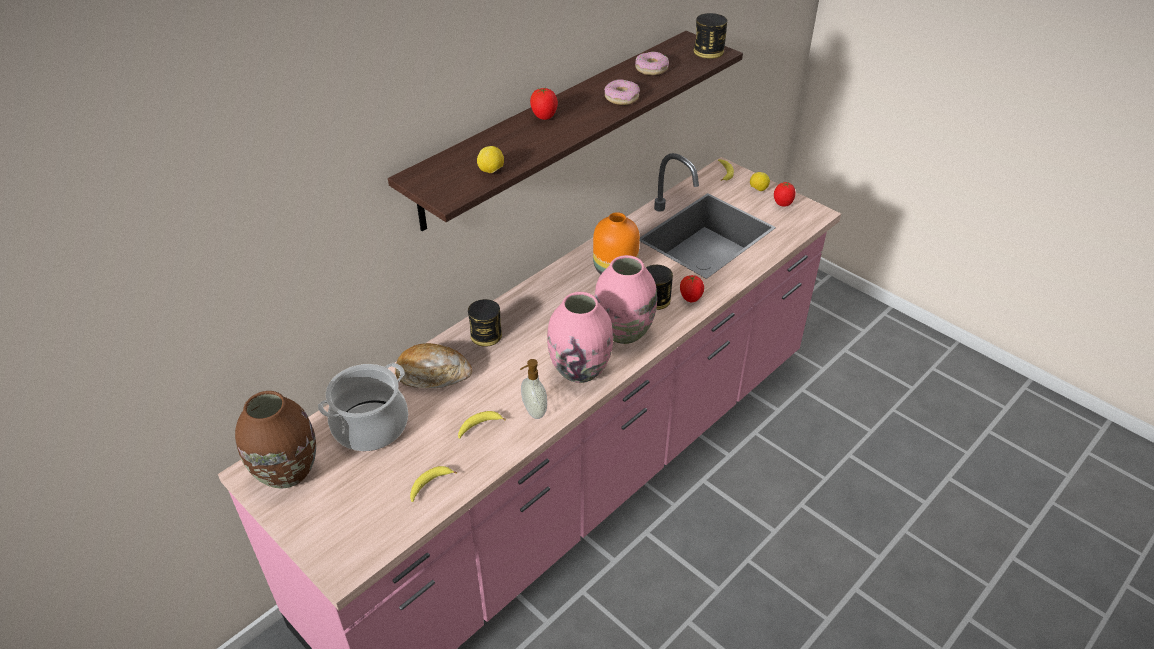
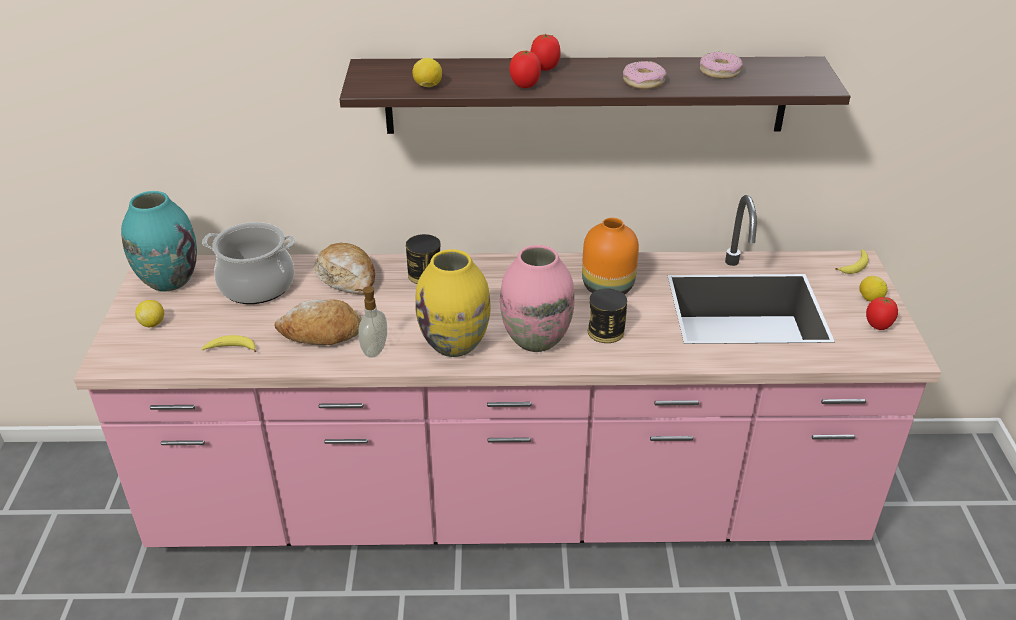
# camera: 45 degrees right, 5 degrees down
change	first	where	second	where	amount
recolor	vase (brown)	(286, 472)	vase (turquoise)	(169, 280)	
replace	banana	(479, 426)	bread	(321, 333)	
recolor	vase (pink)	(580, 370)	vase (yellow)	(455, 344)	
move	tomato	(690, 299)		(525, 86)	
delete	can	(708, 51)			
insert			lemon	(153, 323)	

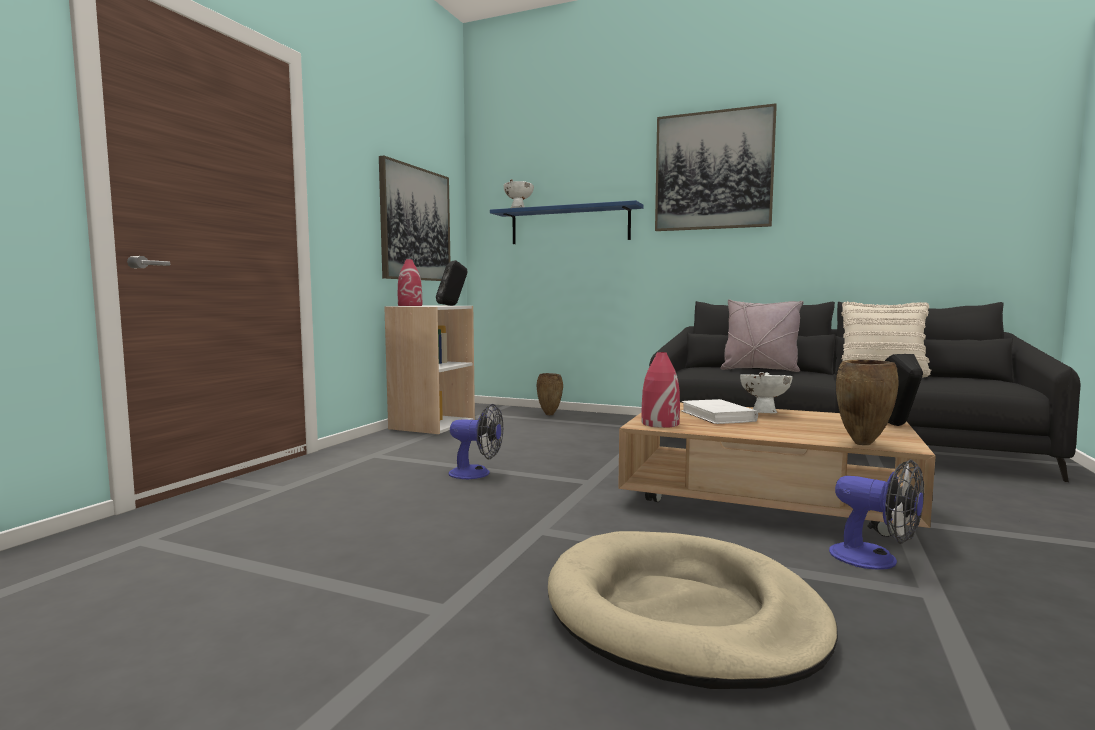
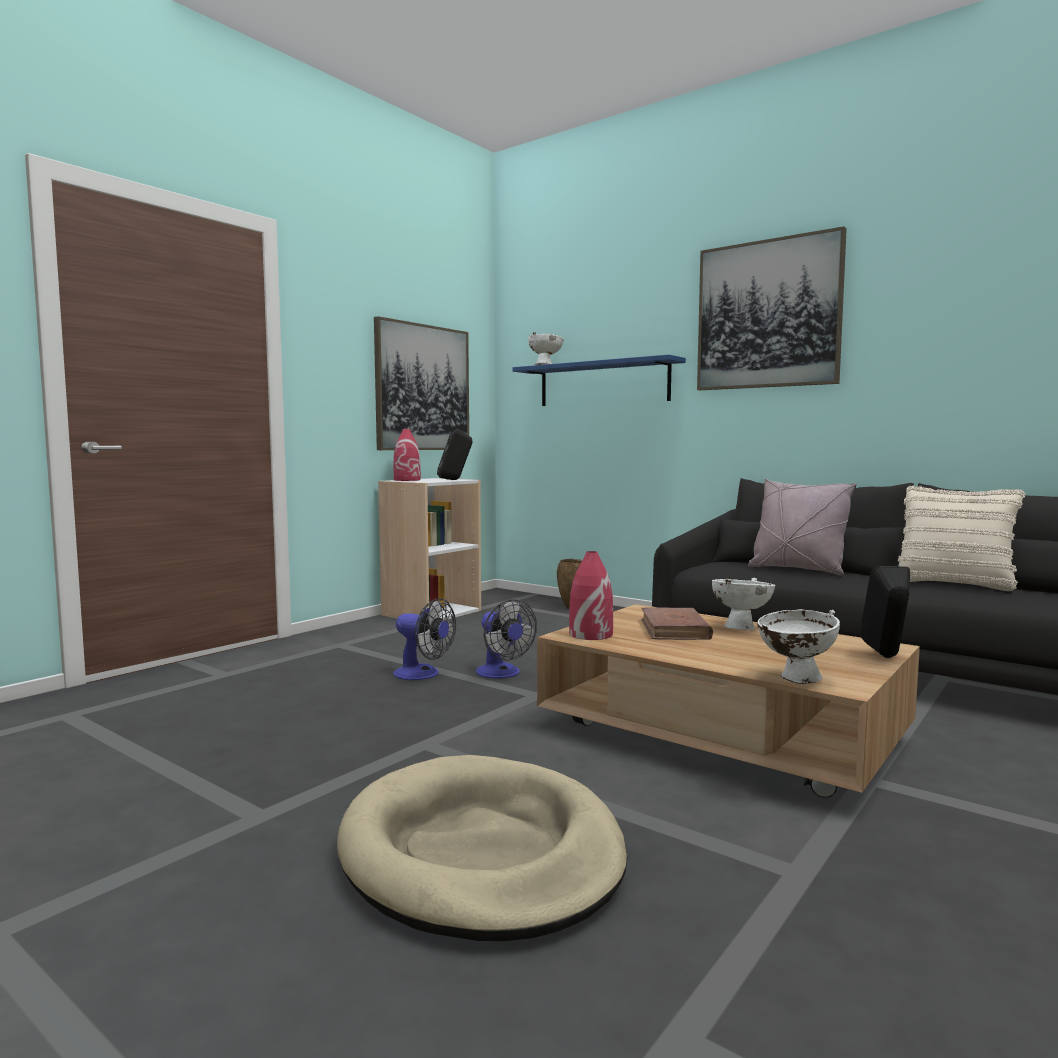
# camera: 15 degrees right, 0 degrees up
change	first	where	second	where	amount
recolor	book (white)	(717, 416)	book (brown)	(674, 629)	
move	fan	(875, 560)		(502, 674)	
replace	vase (brown)	(862, 444)	bowl (white)	(794, 679)	

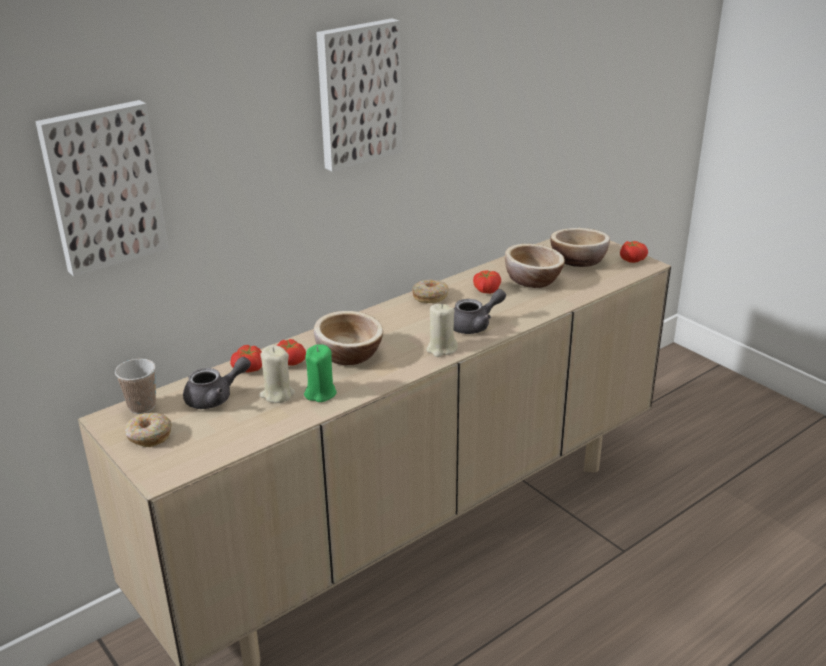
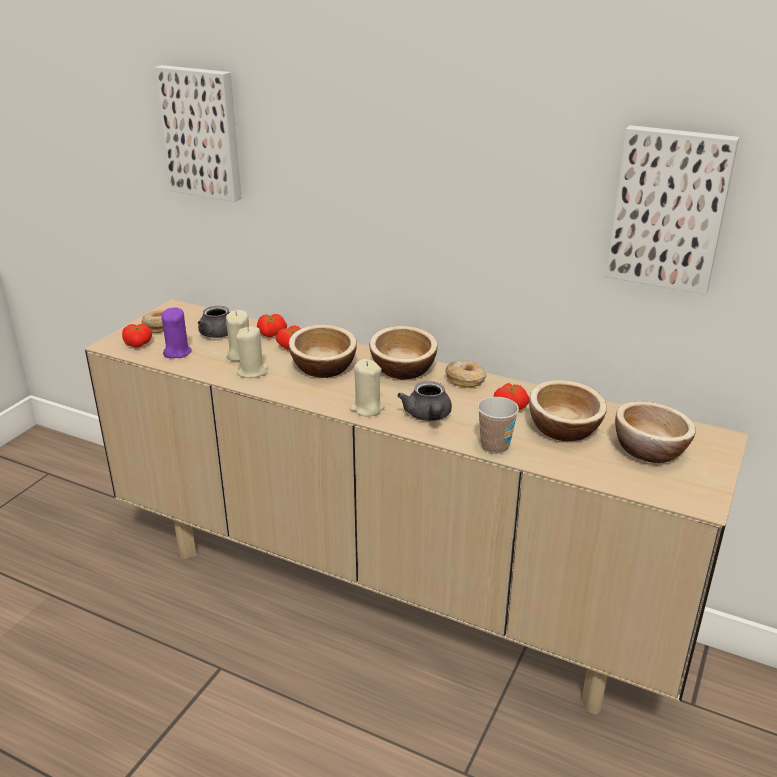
# camera: 65 degrees right, 0 degrees up
change	first	where	second	where	amount
move	cup	(142, 406)		(495, 446)	
recolor	candle (green)	(320, 393)	candle (beige)	(252, 372)	
move	picture	(357, 94)		(670, 208)	
rotate	teapot (grey)	(475, 325)		(428, 416)	45 degrees clockwise
move	tomato	(631, 259)		(139, 344)	
insert			candle (purple)	(177, 352)	
insert			bowl	(403, 369)	

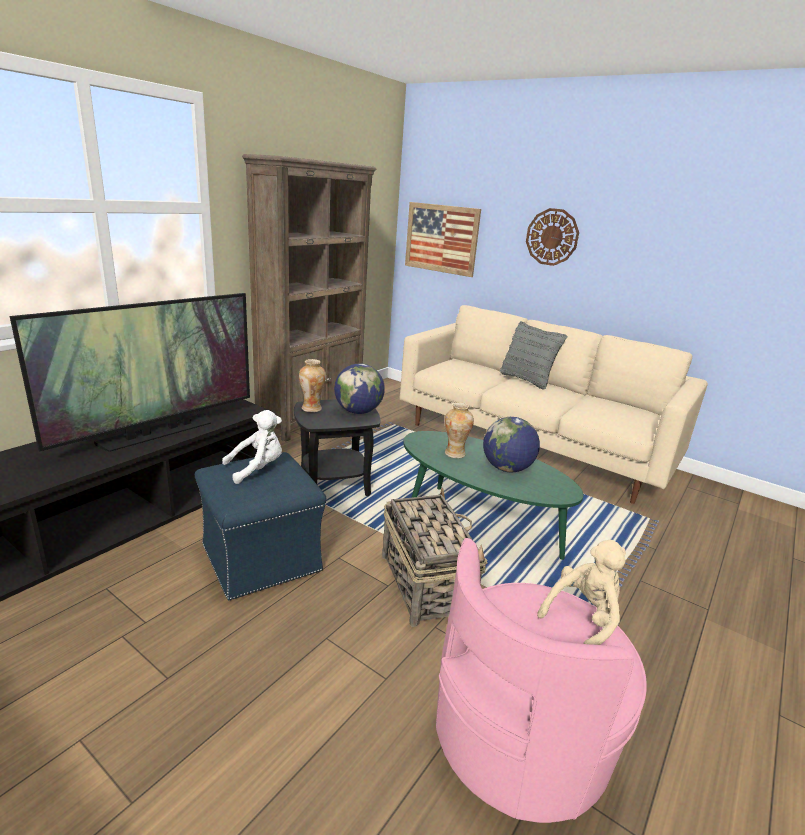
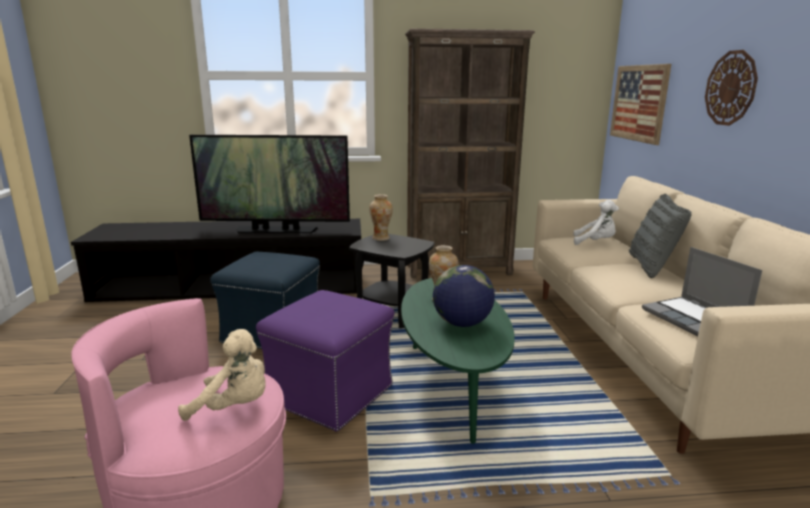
# camera: 50 degrees right, 5 degrees down
change	first	where	second	where	amount
move	plush toy (white)	(257, 469)		(595, 242)	
delete	globe	(358, 412)			
replace	basket	(425, 582)	ottoman (purple)	(331, 393)	
insert			laptop	(695, 320)	

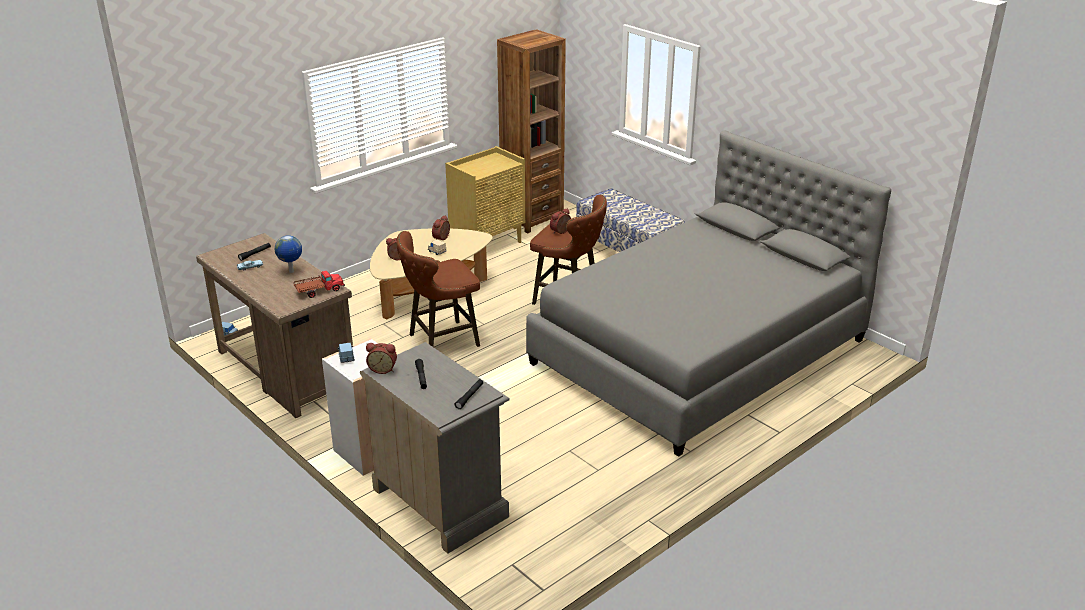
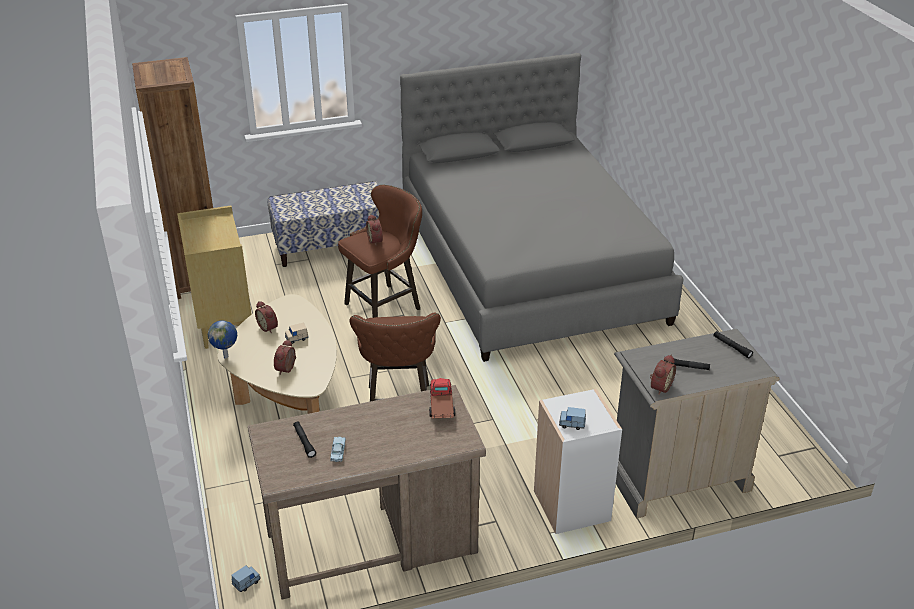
# camera: 65 degrees left, 5 degrees up
change	first	where	second	where	amount
move	globe	(291, 272)		(226, 356)	

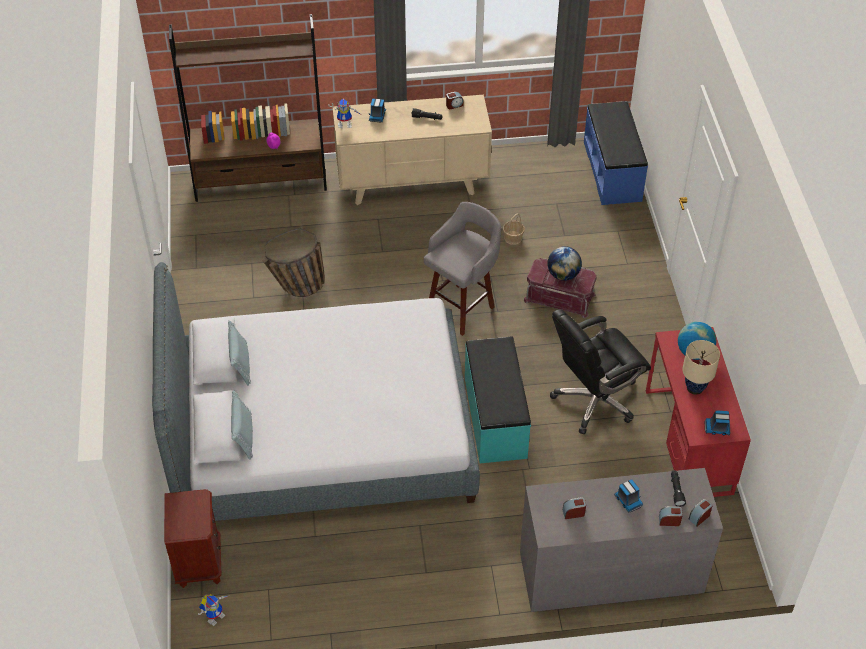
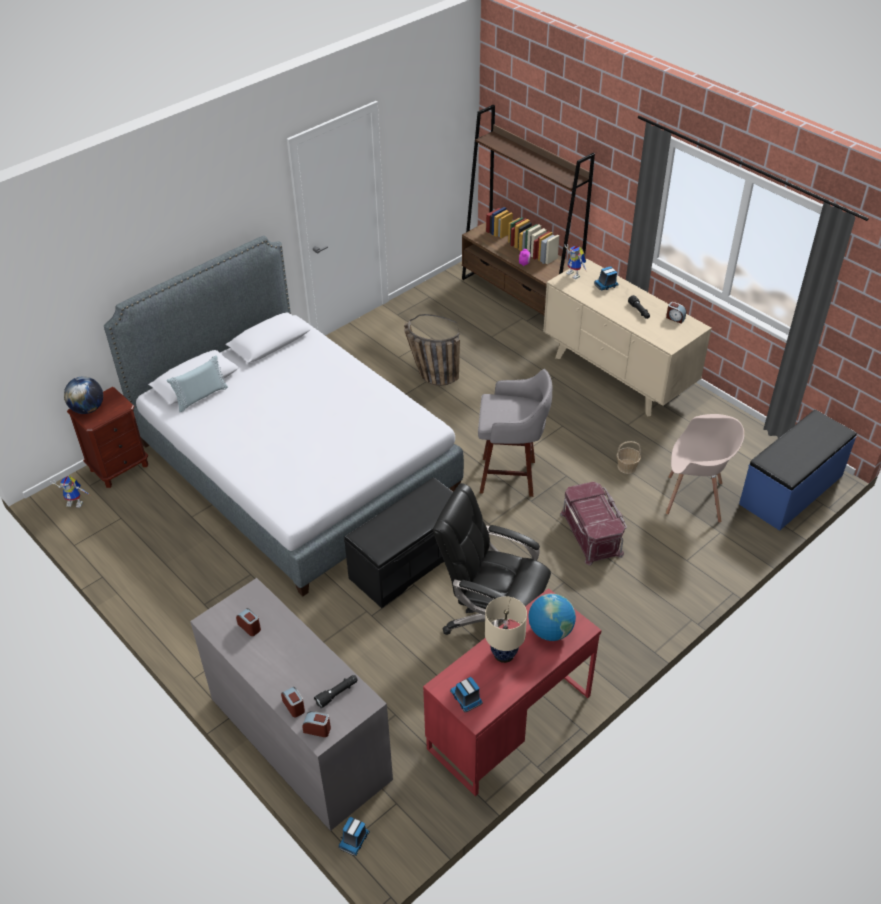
# camera: 55 degrees right, 5 degrees down
change	first	where	second	where	amount
delete	pillow (blue)	(240, 364)			
recolor	bench (turquoise)	(494, 417)	bench (black)	(408, 561)	
move	globe	(563, 275)		(88, 409)	
move	toy truck	(628, 500)		(354, 839)	
insert			chair (beige)	(695, 499)	

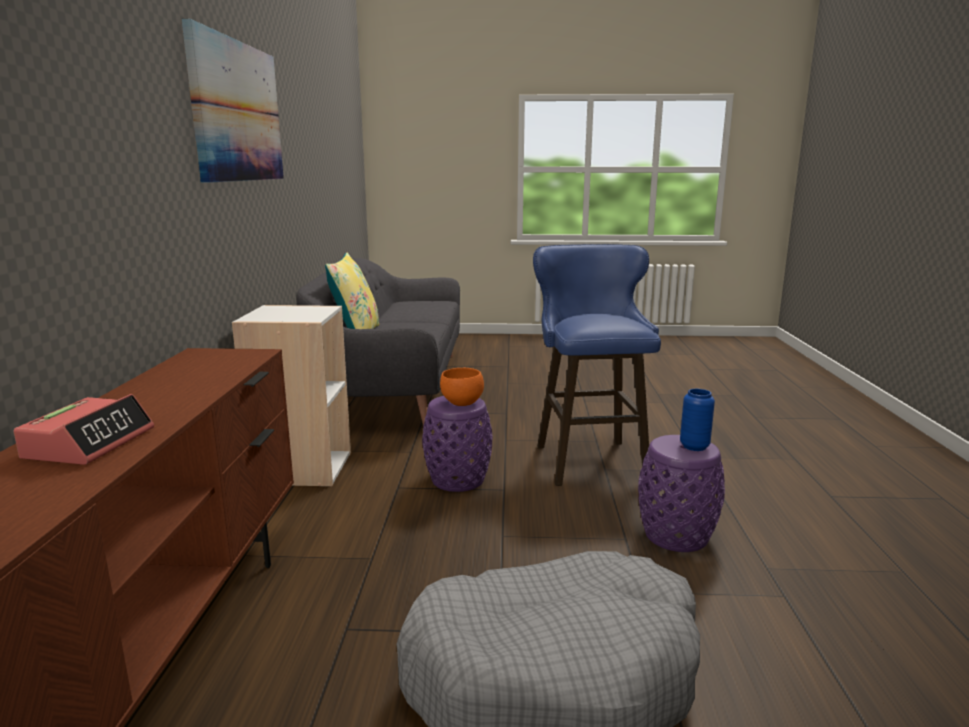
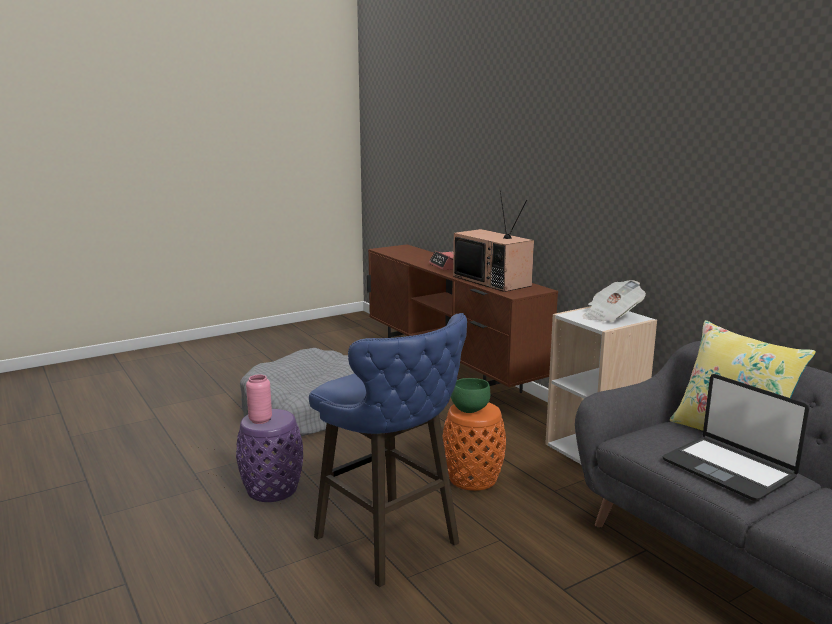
# camera: 145 degrees right, 0 degrees up
change	first	where	second	where	amount
delete	picture	(237, 112)			
recolor	stool (purple)	(458, 480)	stool (orange)	(472, 478)	
recolor	bowl (orange)	(461, 403)	bowl (green)	(469, 409)	
recolor	vase (blue)	(694, 446)	vase (pink)	(260, 420)	
insert			television	(493, 281)	
insert			newspaper	(611, 316)	
insert			laptop	(729, 469)	

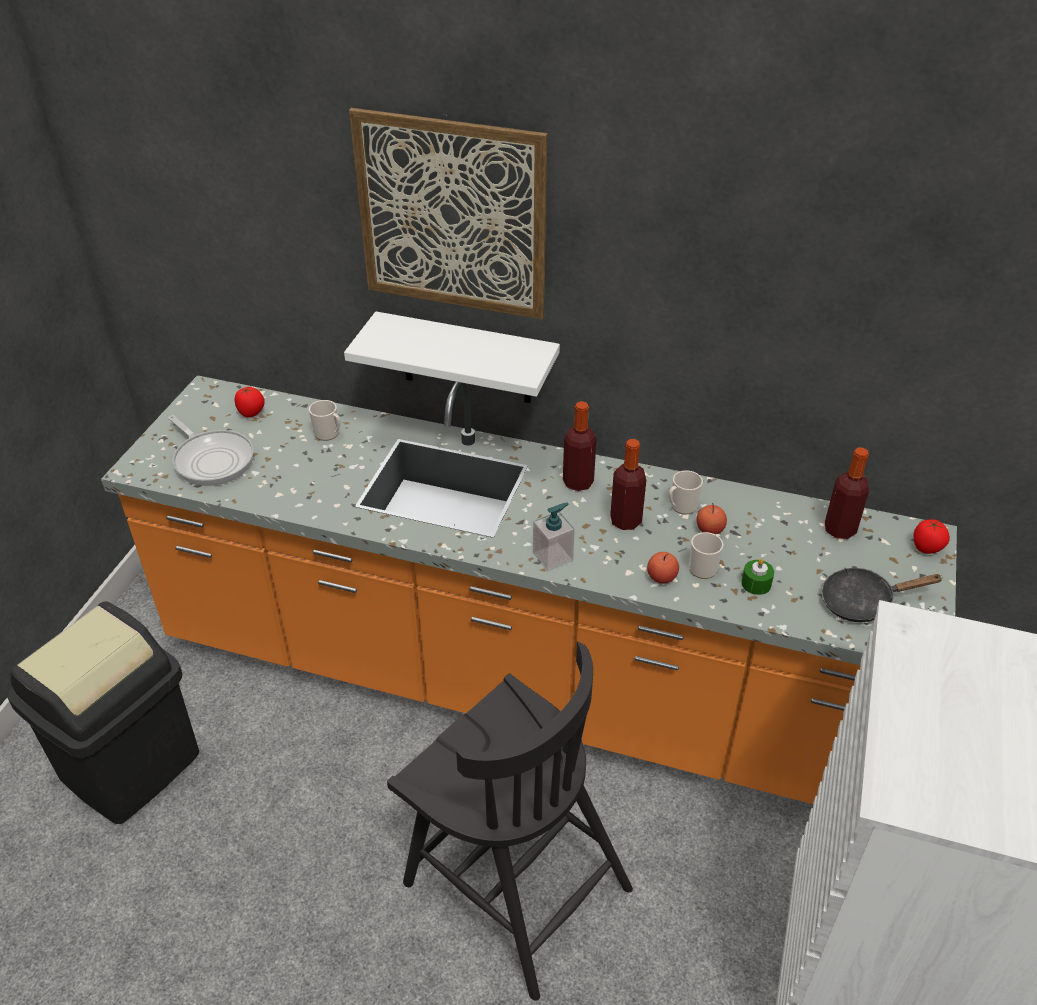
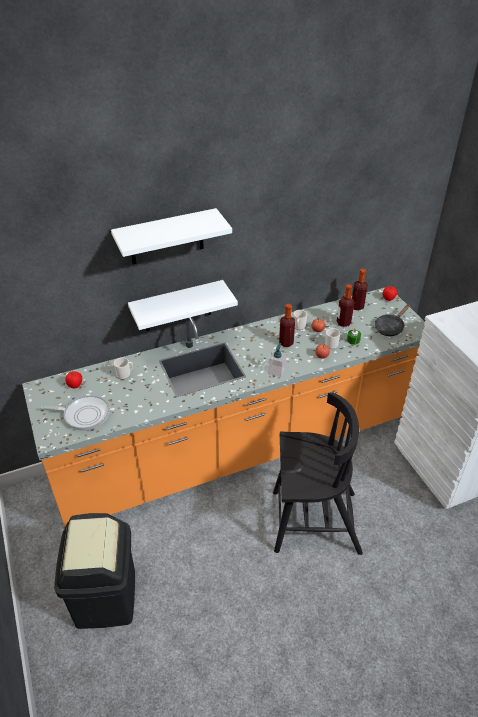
# camera: 40 degrees left, 0 degrees up
change	first	where	second	where	amount
replace	picture	(451, 213)	shelf (white)	(166, 237)	
move	bottle	(578, 482)		(343, 323)	

